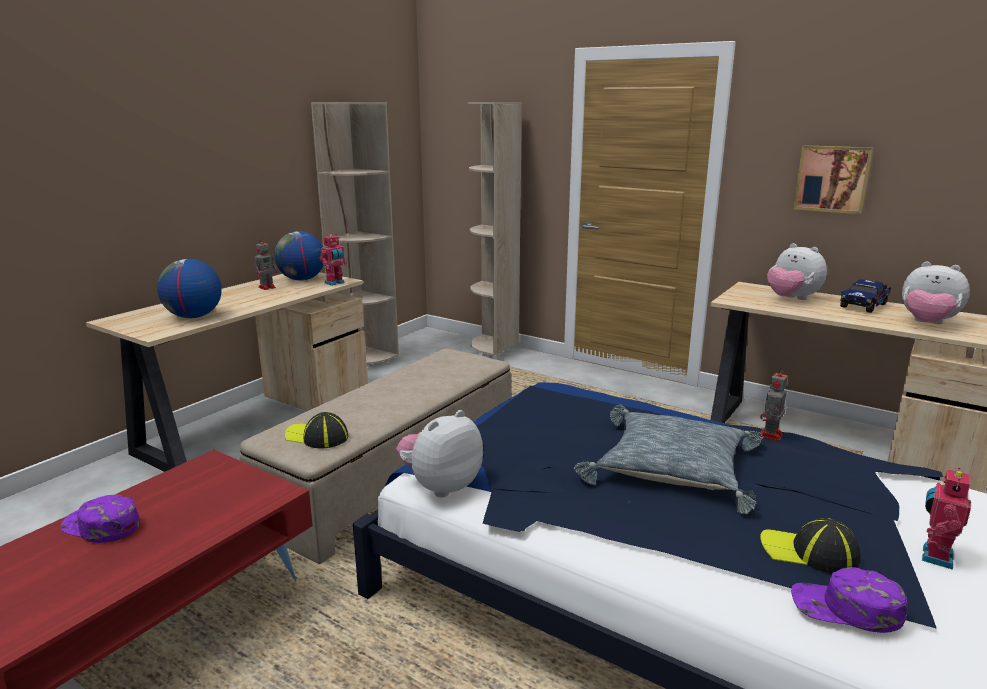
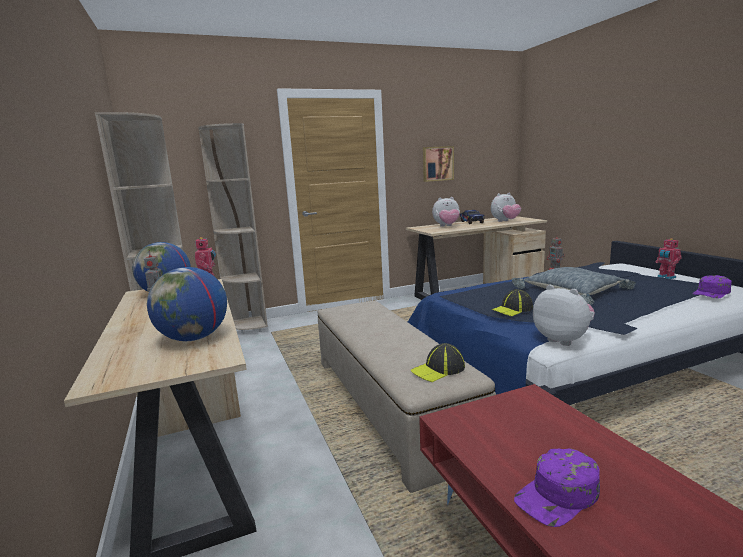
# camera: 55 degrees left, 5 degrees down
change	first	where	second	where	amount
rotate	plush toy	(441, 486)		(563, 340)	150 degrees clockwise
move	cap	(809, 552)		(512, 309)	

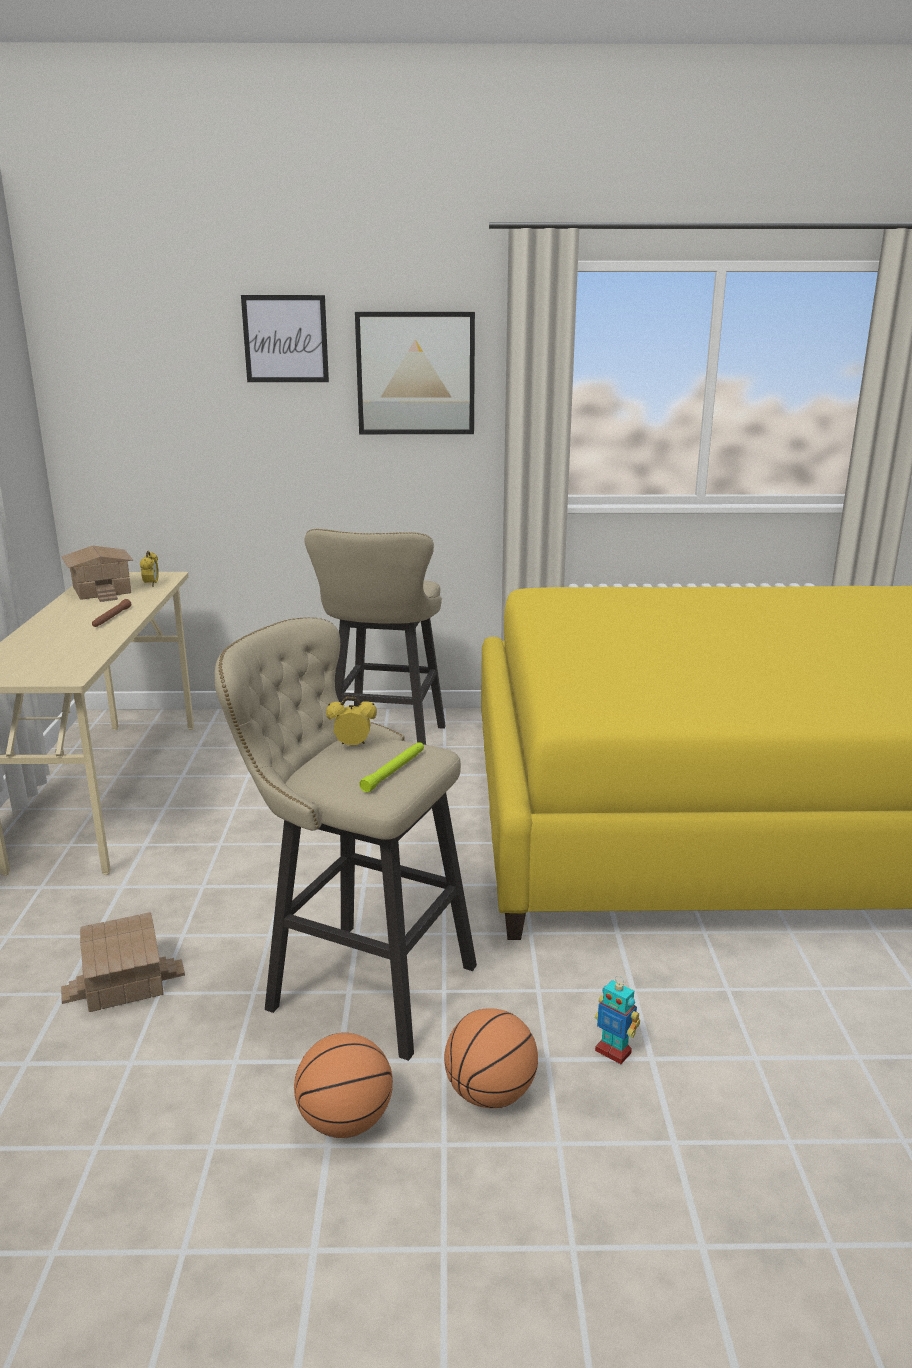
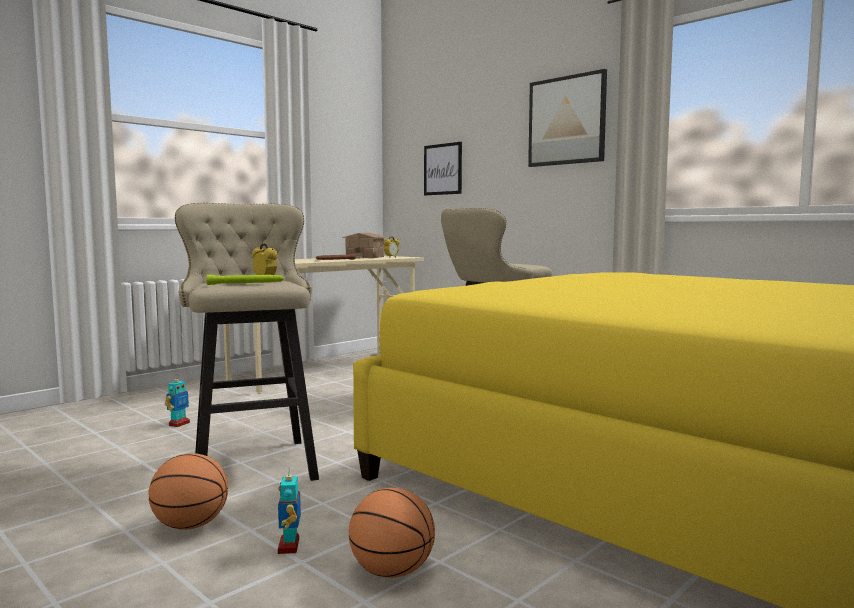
# camera: 45 degrees right, 15 degrees down
change	first	where	second	where	amount
replace	toy house	(123, 981)	toy robot	(179, 424)	
move	picture	(285, 339)		(443, 169)	
move	basketball	(345, 1121)		(392, 572)	

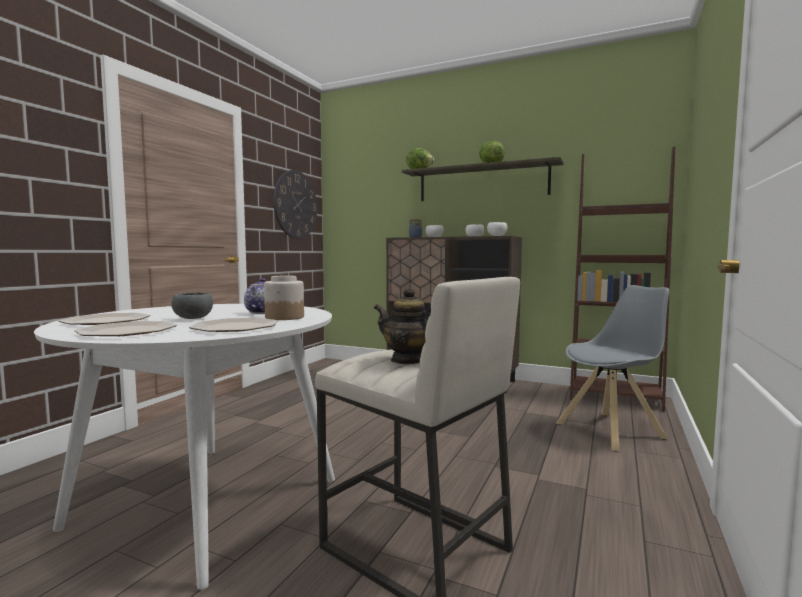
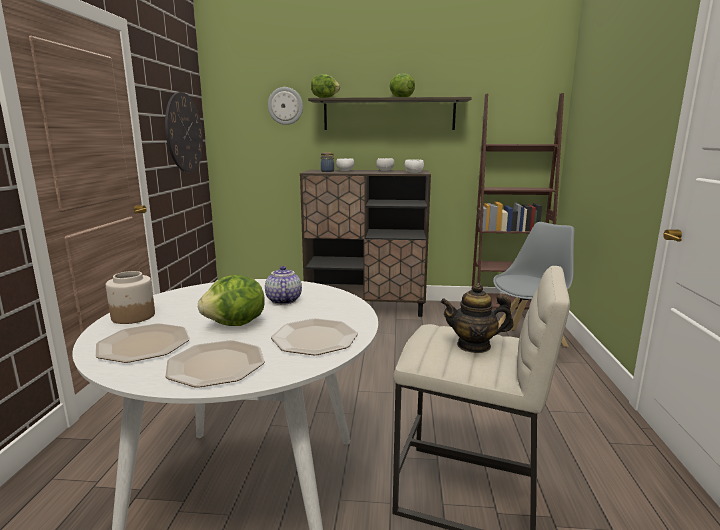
# camera: 20 degrees left, 10 degrees up
change	first	where	second	where	amount
replace	bowl (grey)	(194, 318)	lettuce	(236, 324)	
move	jar	(284, 317)		(132, 316)	
insert			wall clock	(285, 106)	

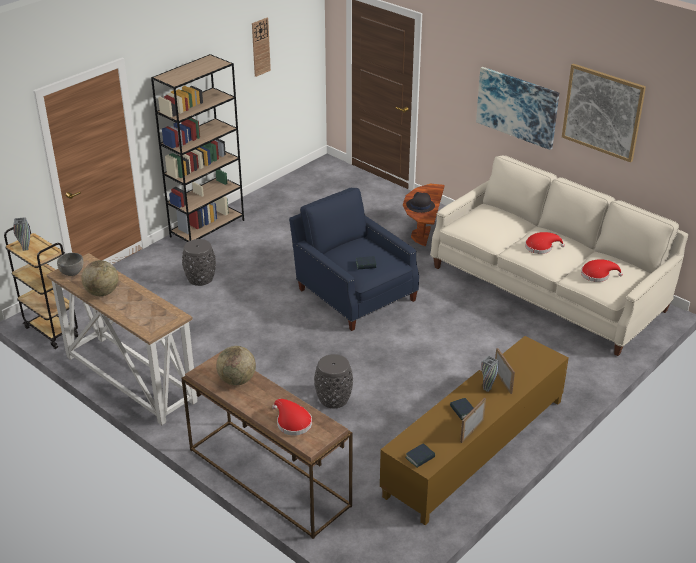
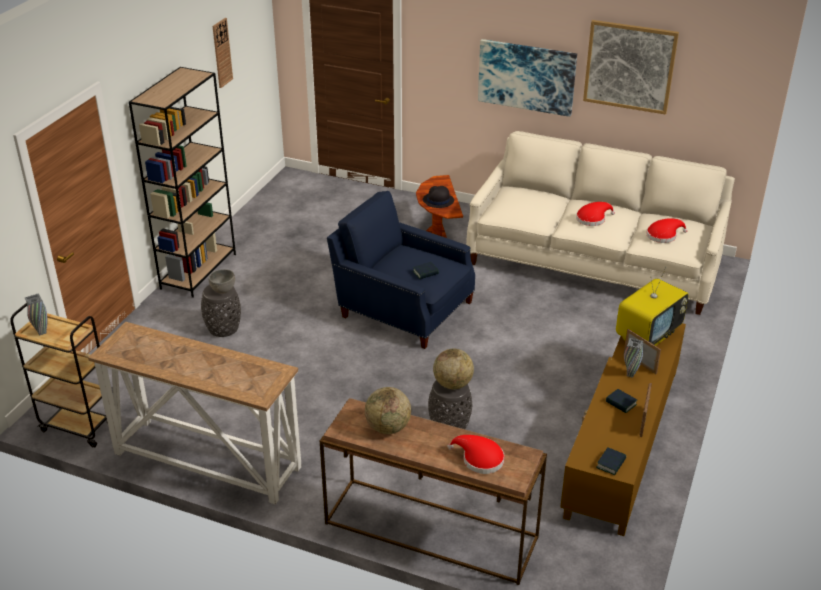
# camera: 20 degrees left, 0 degrees up
change	first	where	second	where	amount
move	bowl (grey)	(72, 273)		(223, 290)	
move	globe	(102, 292)		(453, 384)	
insert			television	(648, 335)	

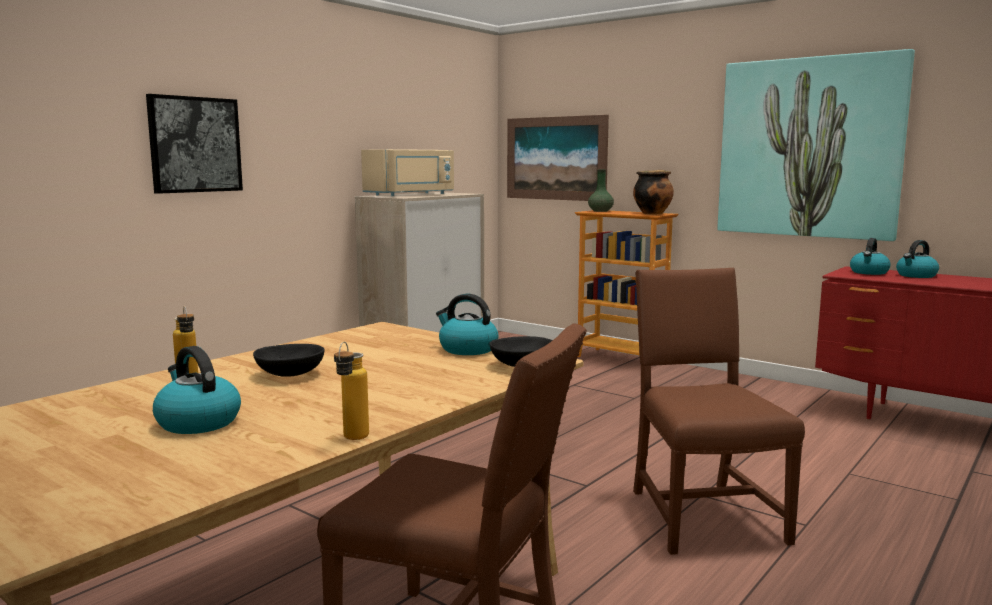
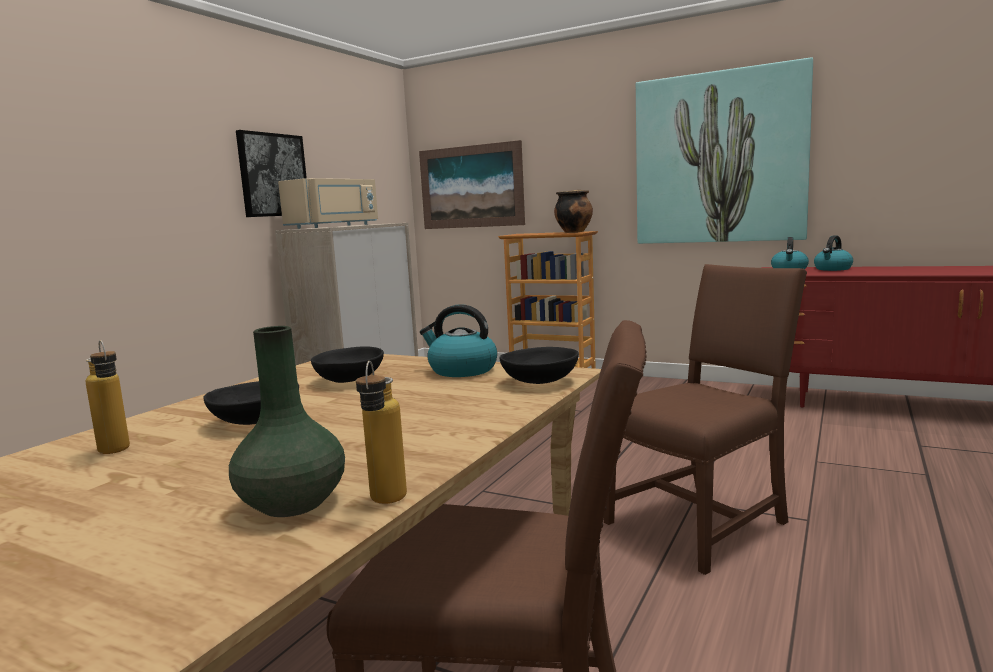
# camera: 10 degrees left, 0 degrees up
change	first	where	second	where	amount
move	picture	(195, 145)		(273, 175)	
delete	kettle	(197, 422)			
move	vase (green)	(600, 211)		(293, 504)	
rotate	chair (brown)	(701, 514)		(702, 522)	75 degrees clockwise
insert			bowl (black)	(350, 380)	

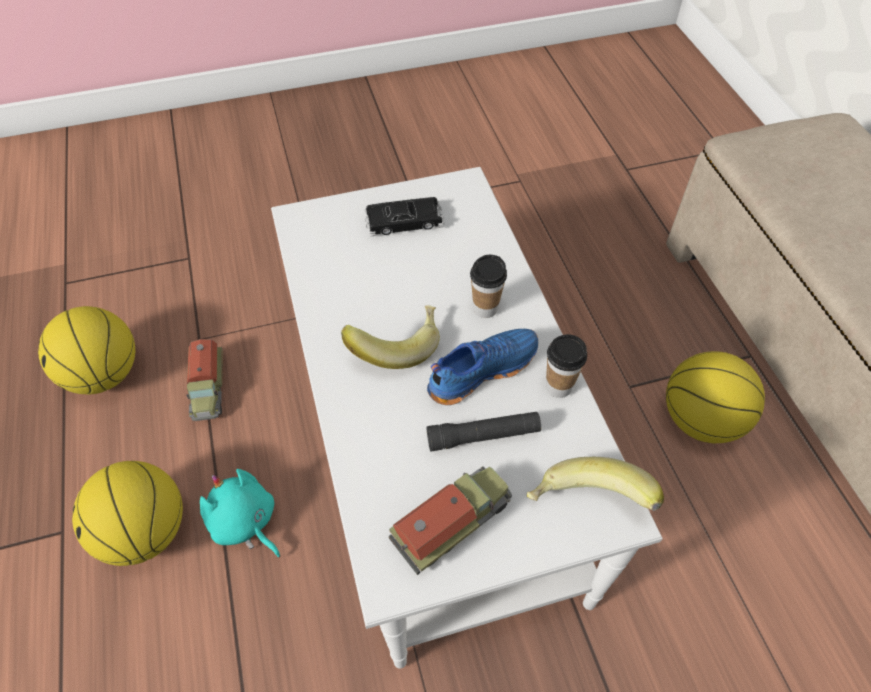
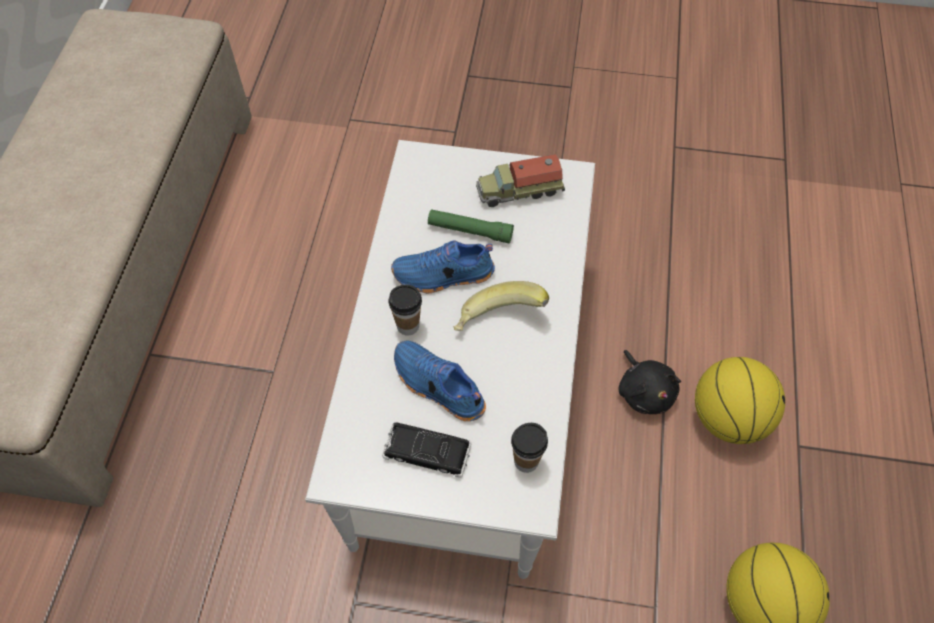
# camera: 155 degrees left, 5 degrees up
change	first	where	second	where	amount
delete	toy truck	(208, 388)			
recolor	plush toy (turquoise)	(245, 523)	plush toy (black)	(645, 391)	
recolor	flashlight (black)	(483, 436)	flashlight (green)	(470, 231)	
delete	banana	(586, 505)			
move	cup	(558, 386)		(526, 461)	
delete	basketball	(700, 420)			
insert			shoe (blue)	(437, 387)	

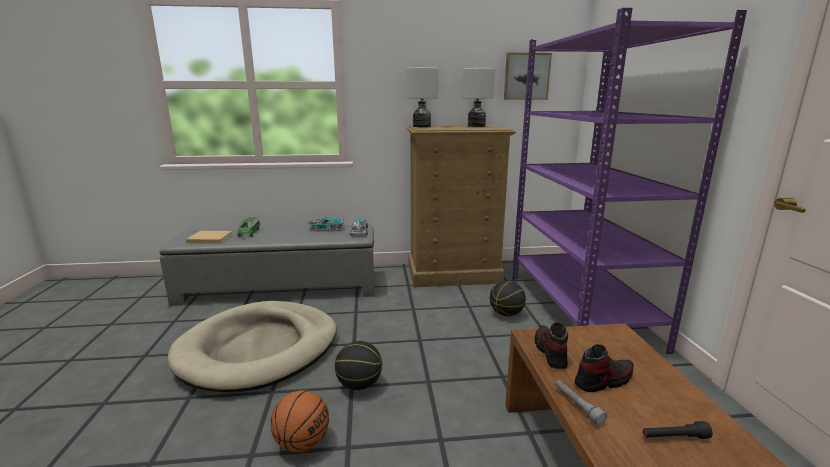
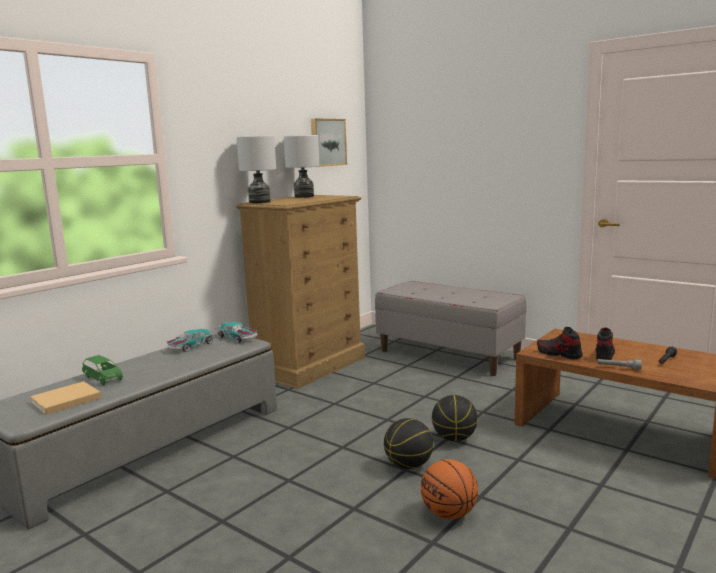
# camera: 45 degrees left, 5 degrees down
change	first	where	second	where	amount
delete	dog bed (beige)	(259, 349)			
move	basketball	(506, 314)		(454, 438)	
replace	bookcase (purple)	(579, 310)	bench (grey)	(449, 354)	

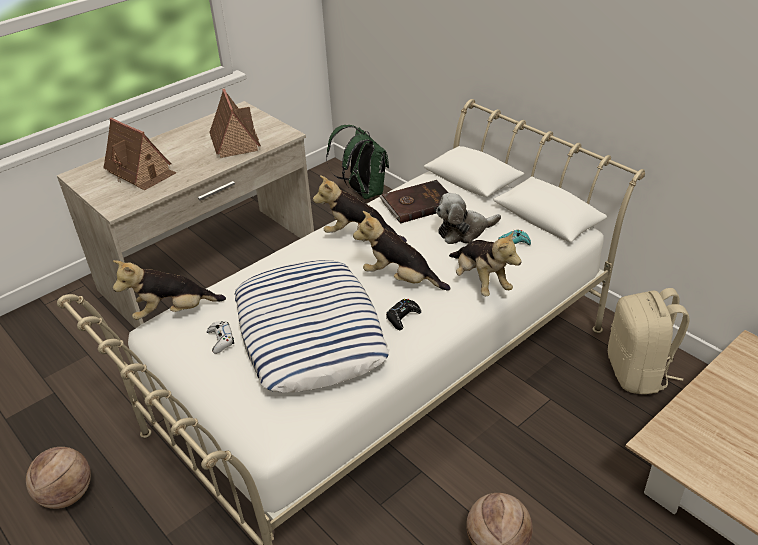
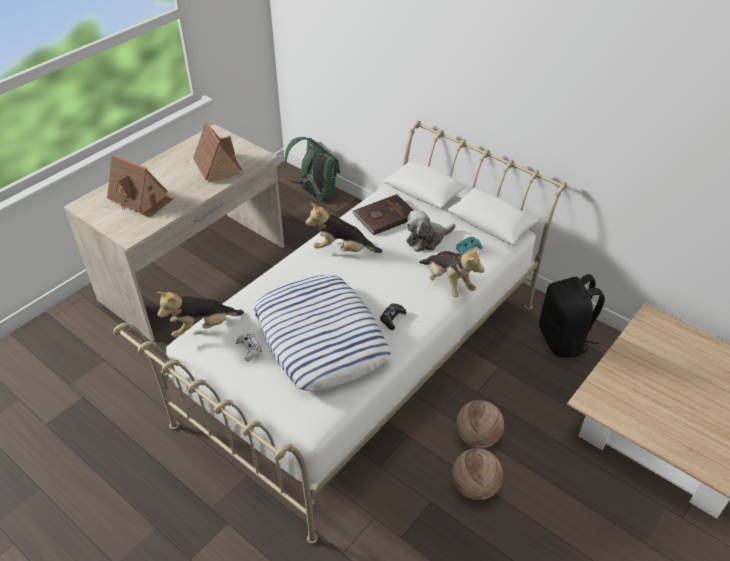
# camera: 10 degrees left, 5 degrees up
change	first	where	second	where	amount
move	basketball	(67, 495)		(477, 437)	
delete	plush toy	(400, 279)			
recolor	backpack (beige)	(638, 373)	backpack (black)	(563, 340)	

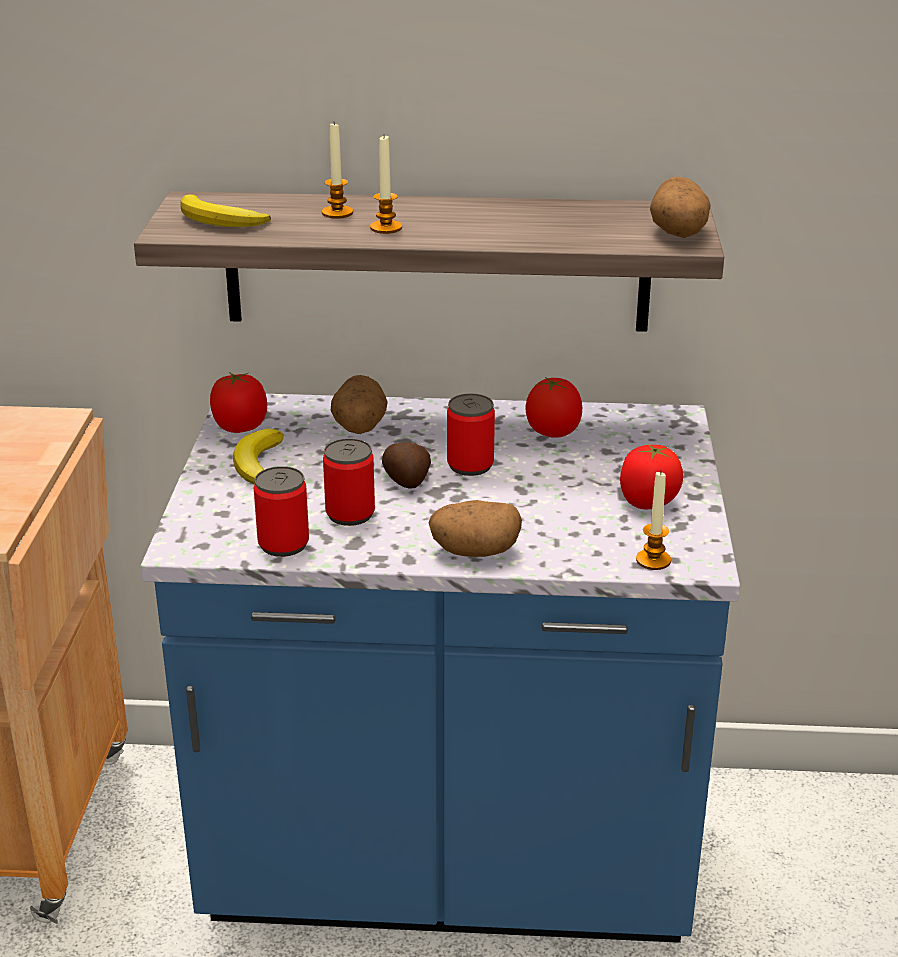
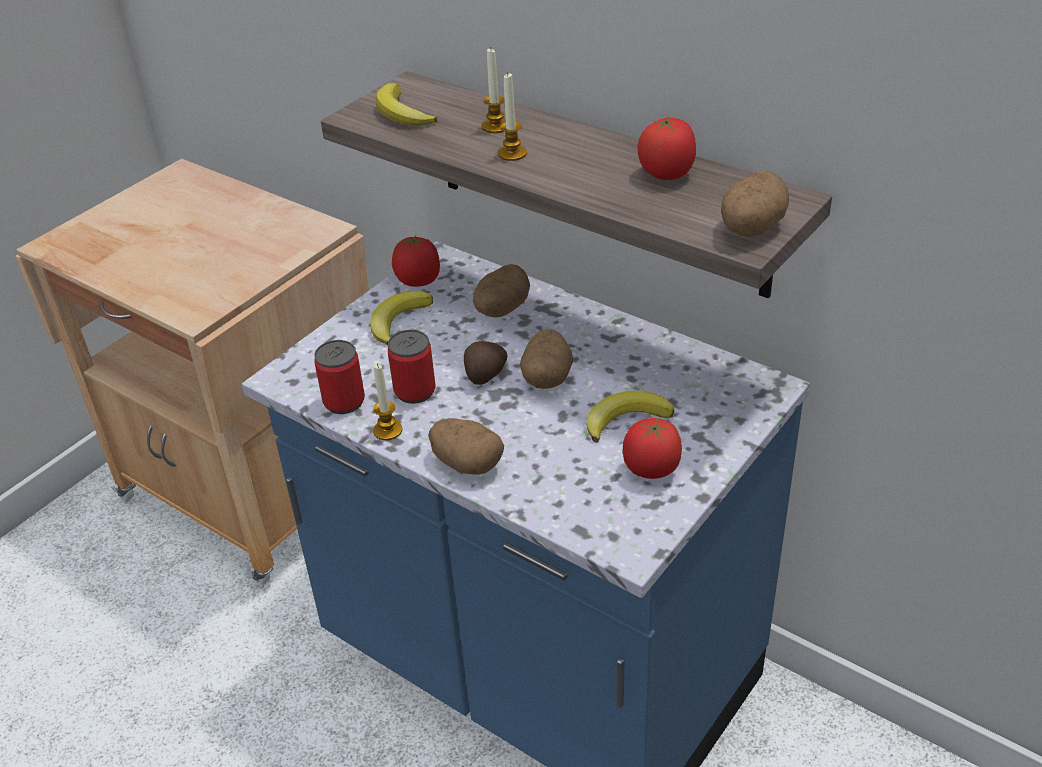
# camera: 35 degrees right, 10 degrees up
change	first	where	second	where	amount
replace	can	(470, 465)	potato	(547, 377)	
move	tomato	(553, 432)		(667, 174)	
move	candle	(653, 560)		(387, 430)	
insert			banana	(626, 419)	

